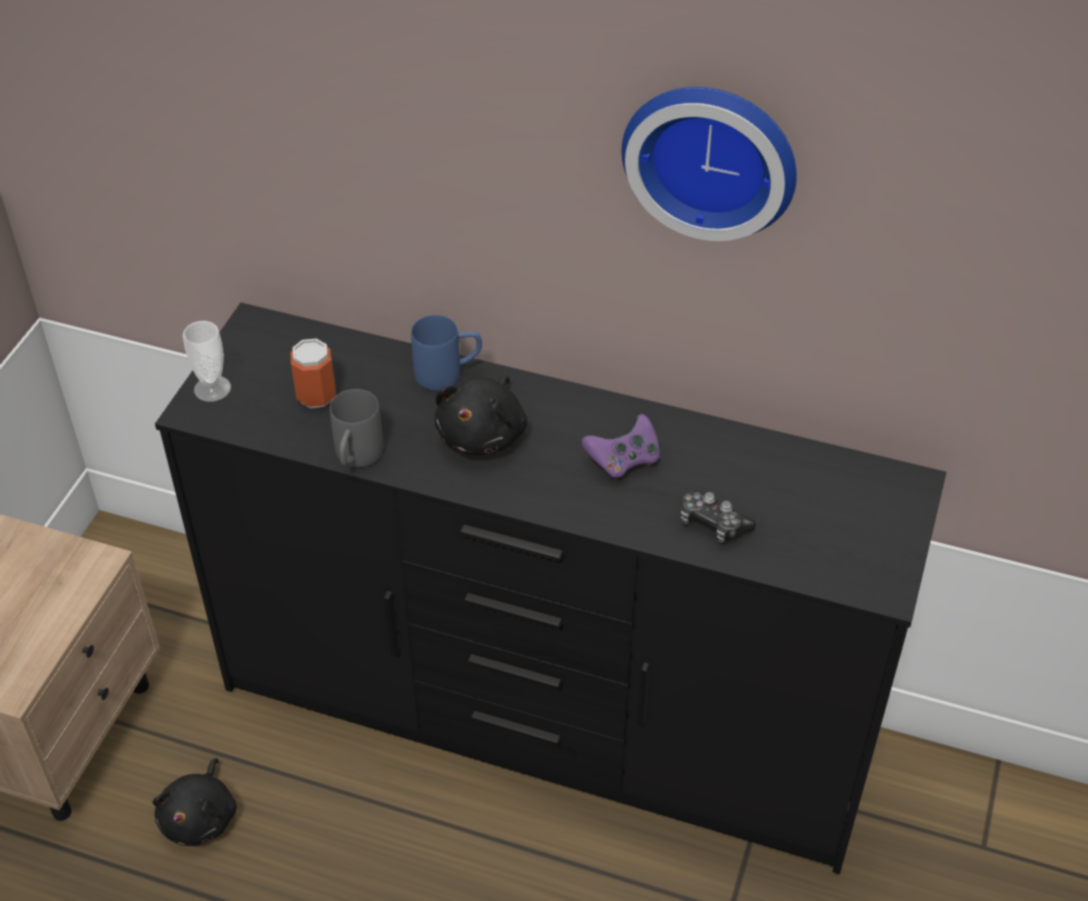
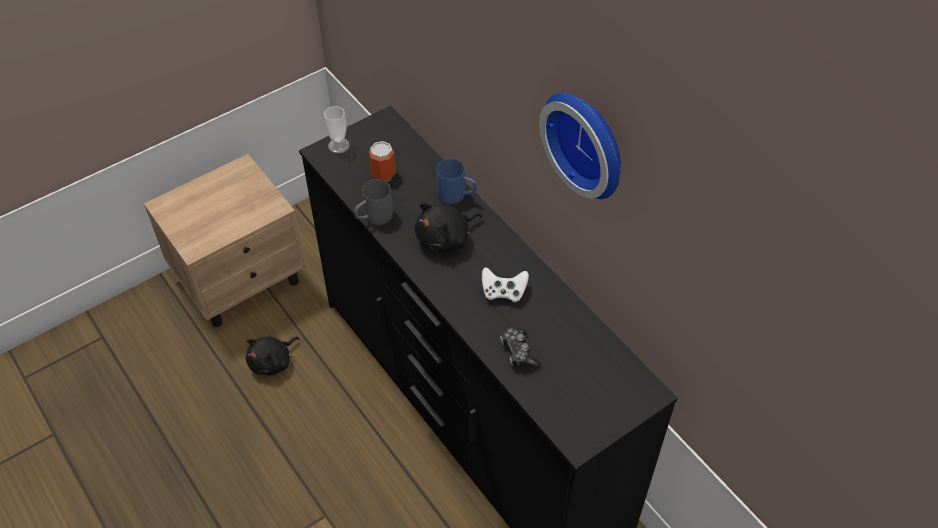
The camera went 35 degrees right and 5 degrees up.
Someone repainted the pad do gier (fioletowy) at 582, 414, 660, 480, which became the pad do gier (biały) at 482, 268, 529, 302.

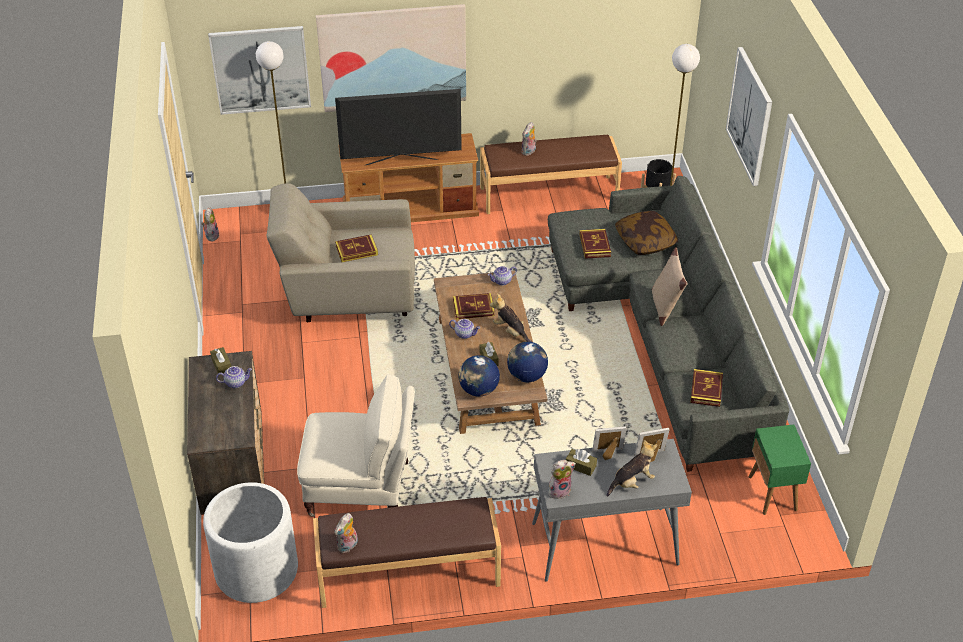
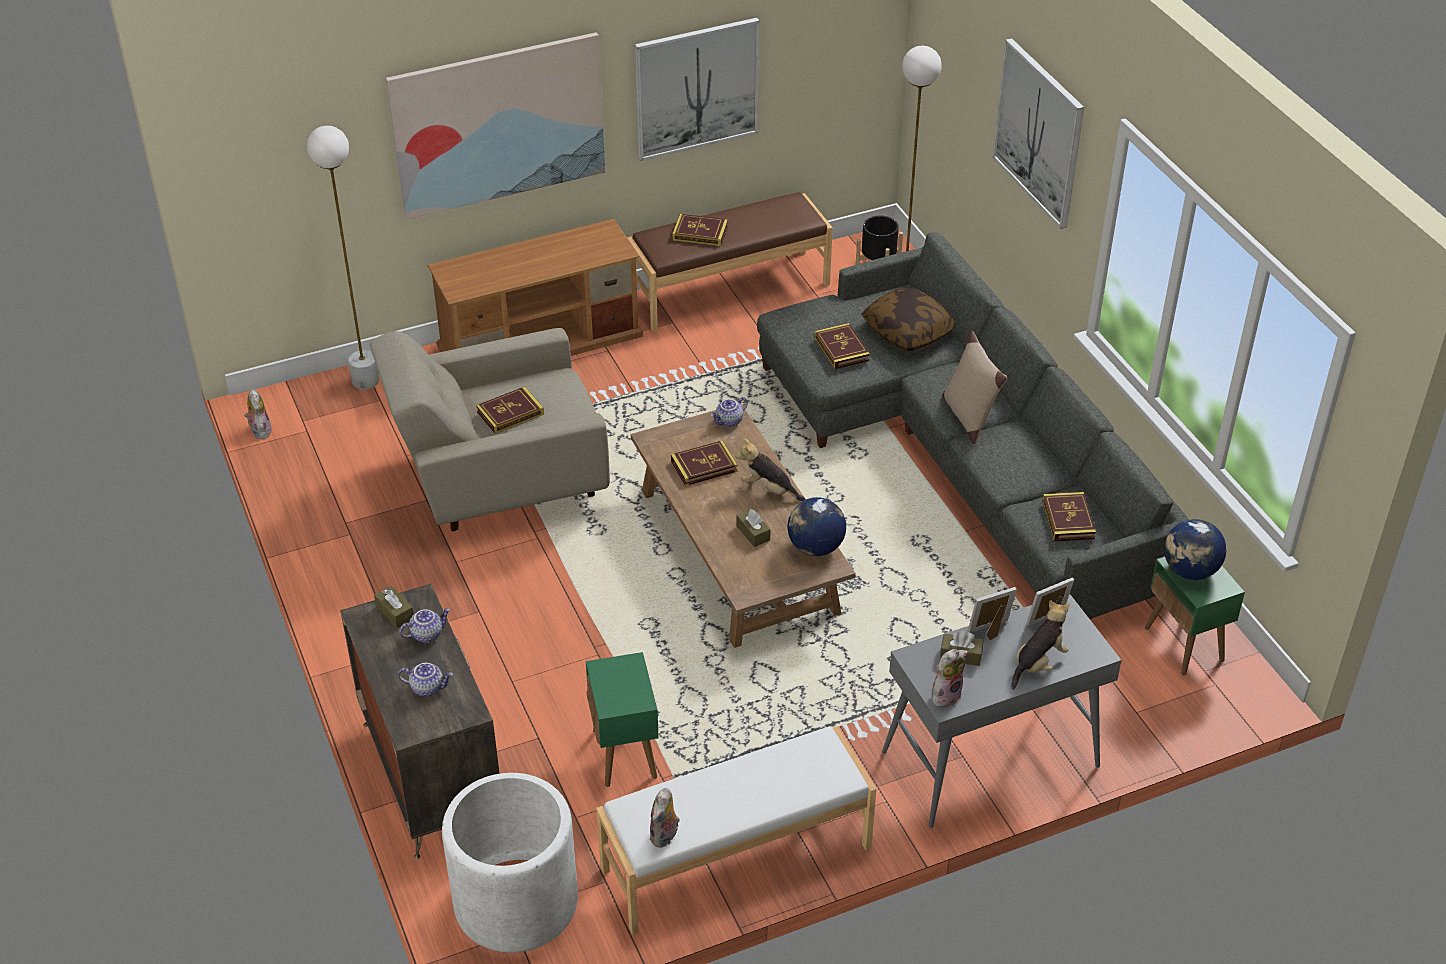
The camera went 15 degrees left and 0 degrees up.
Someone carried the obraz from 208, 26, 311, 115 to 635, 18, 760, 161.
Someone took away the telewizor at 335, 89, 462, 166.
Someone swapped the pluszak at 522, 122, 537, 156 for the książka at 672, 214, 728, 246.
Someone carried the imbryk from 449, 319, 480, 339 to 398, 663, 453, 697.
Someone carried the globus from 458, 355, 500, 397 to 1164, 519, 1226, 580.
Someone swapped the fotel (beżowy) at 297, 374, 415, 517 for the stolik (zielony) at 586, 652, 658, 787.
Someone repainted the ławka (brązowy) at 313, 497, 501, 608, which became the ławka (biały) at 596, 726, 876, 935.

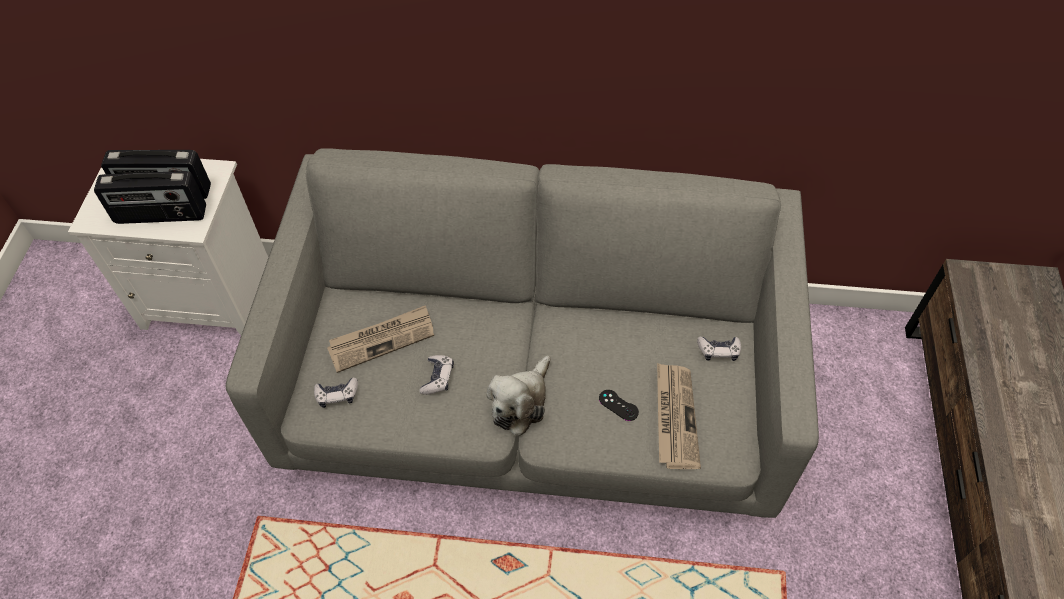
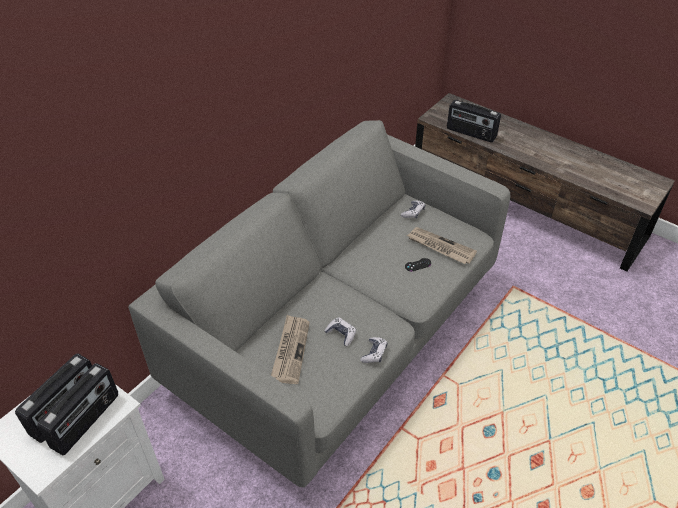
The camera went 60 degrees left and 10 degrees down.
Someone took away the pluszak at 487, 356, 551, 436.
Someone carried the pad do gier from 314, 377, 358, 408 to 360, 337, 387, 363.
Someone put down the radio at 447, 100, 501, 142.

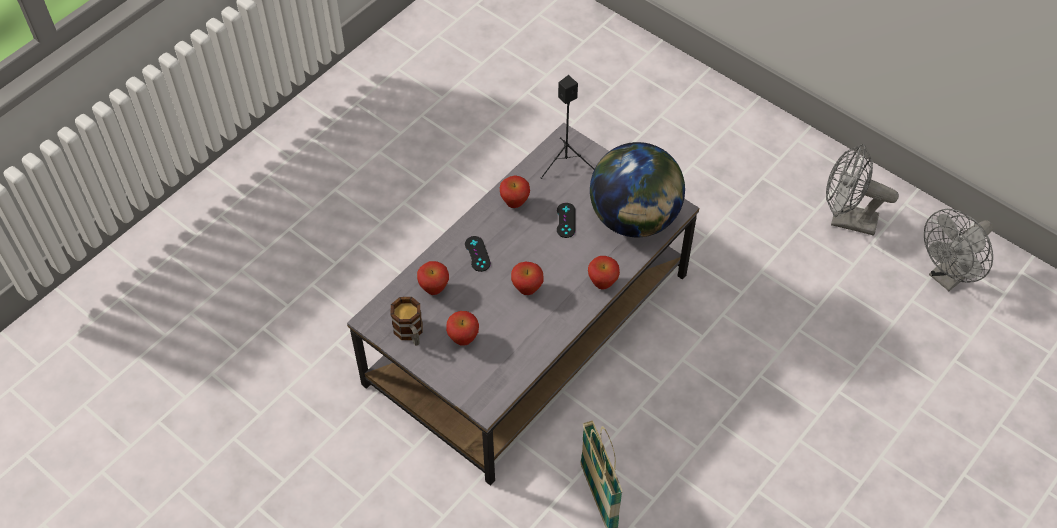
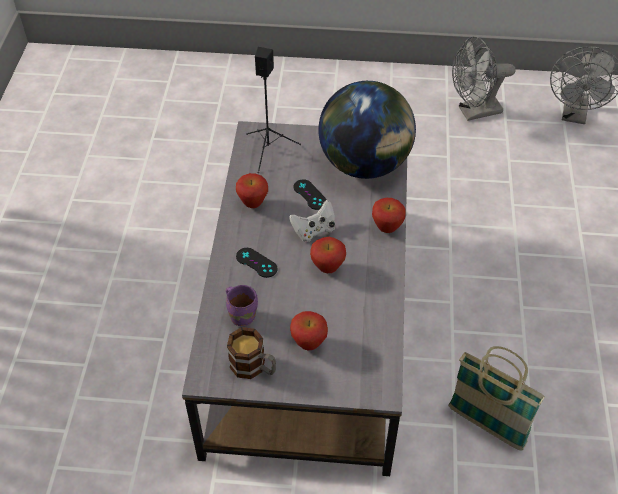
The camera went 35 degrees left and 5 degrees down.
Someone swapped the jabłko at 417, 261, 449, 295 for the kubek (fioletowy) at 226, 285, 258, 326.
Someone put down the pad do gier (biały) at 289, 200, 335, 242.

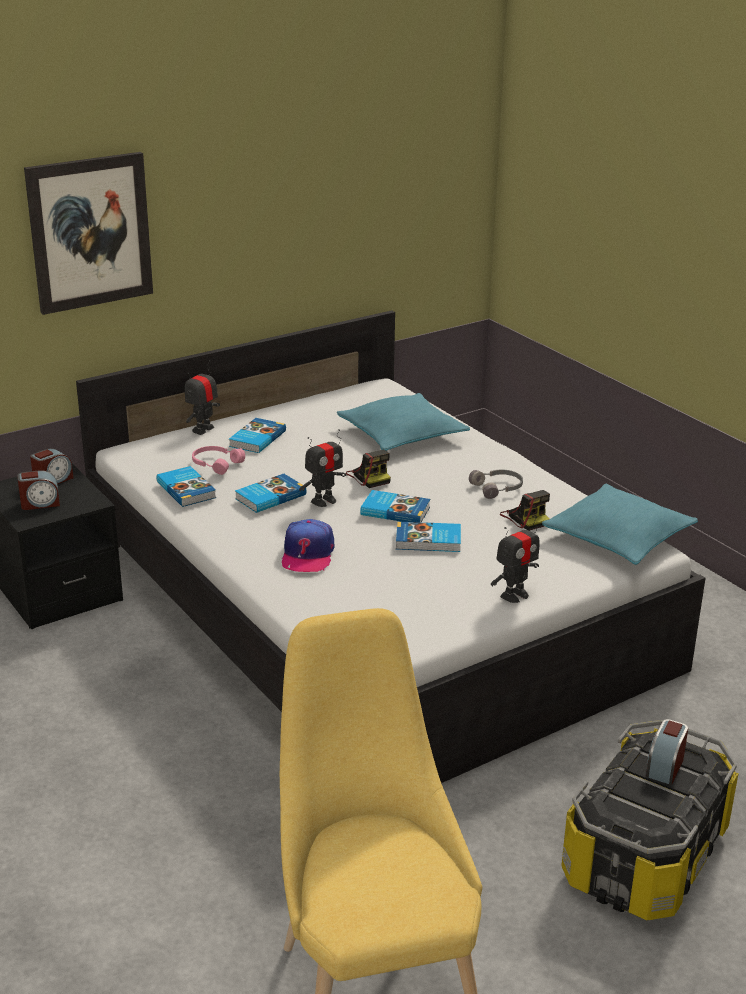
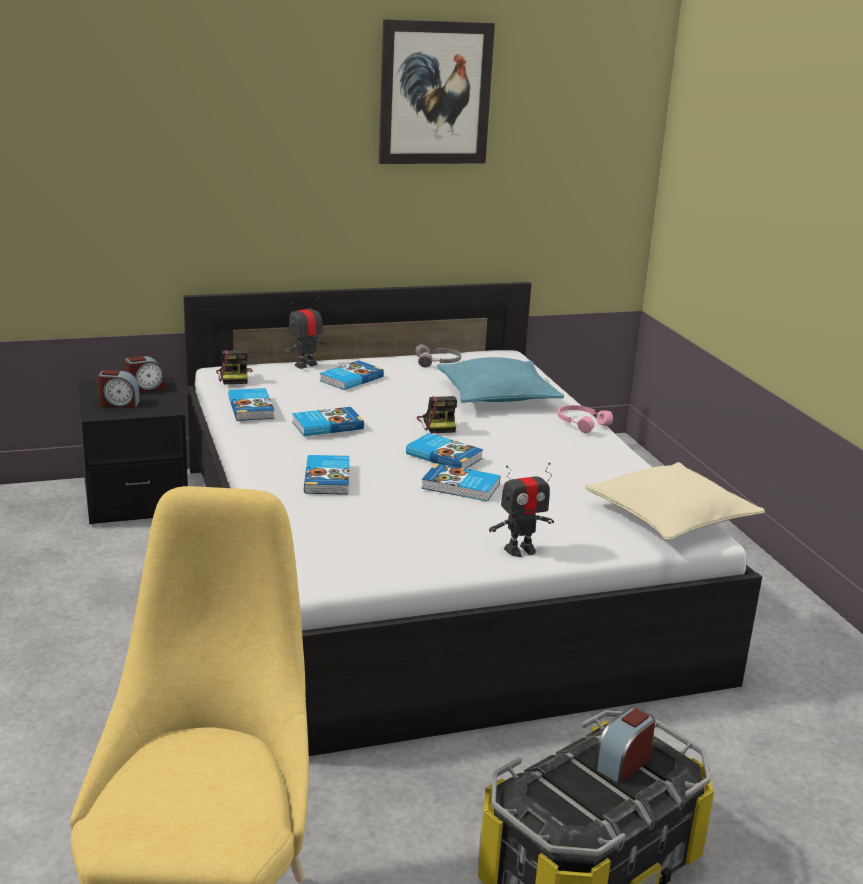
The camera went 15 degrees right and 5 degrees down.
Someone carried the obraz from 24, 152, 153, 315 to 379, 19, 495, 164.
Someone took away the robot zabawkowy at 299, 429, 346, 507.
Someone carried the słuchawki (różowy) from 192, 446, 245, 475 to 558, 405, 613, 433.
Someone carried the słuchawki (szary) from 469, 470, 523, 499 to 415, 344, 461, 368.
Someone repainted the poduszka (turkusowy) at 542, 484, 698, 565, which became the poduszka (beżowy) at 585, 462, 765, 541.
Someone carried the aparat fotograficzny from 500, 490, 550, 531 to 216, 350, 253, 384.
Someone swapped the czapka z daszkiem at 282, 519, 334, 572 for the książka at 304, 455, 350, 495.

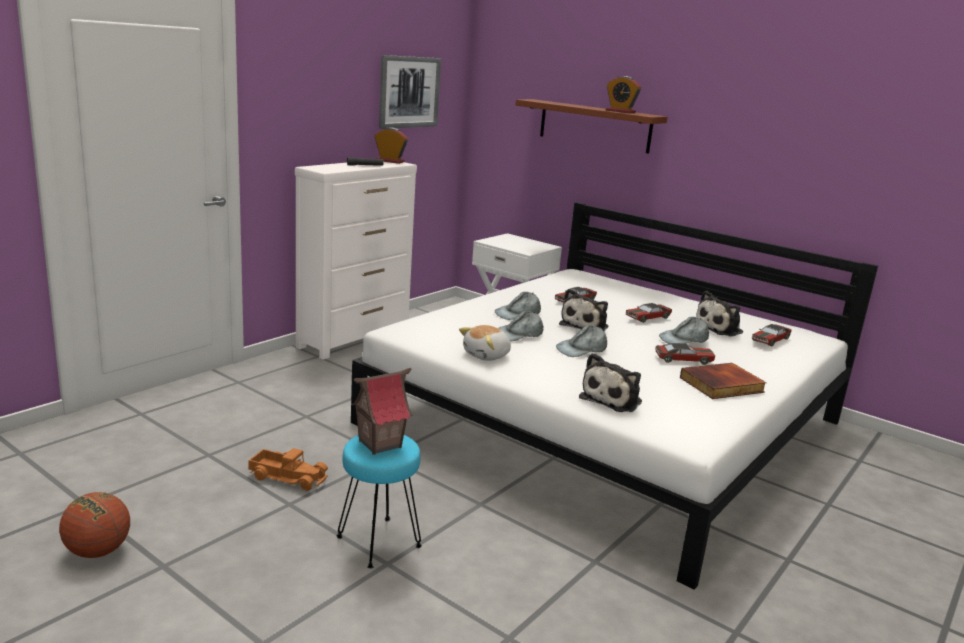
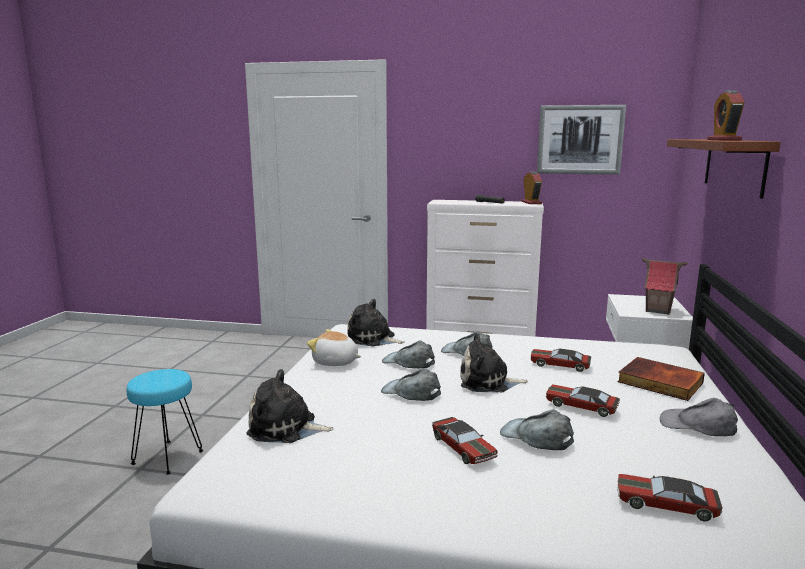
The camera went 65 degrees right and 5 degrees down.
Someone carried the pluszak from 696, 291, 743, 337 to 347, 299, 405, 347.
Someone carried the książka from 680, 363, 767, 399 to 618, 357, 705, 401.
Someone carried the domek from 351, 368, 412, 455 to 641, 258, 688, 315.
Someone took away the ciężarówka zabawkowa at 248, 448, 328, 491.
Someone took away the piłka do koszykówki at 59, 492, 130, 558.
Someone put down the czapka z daszkiem (szary) at 660, 398, 738, 436.

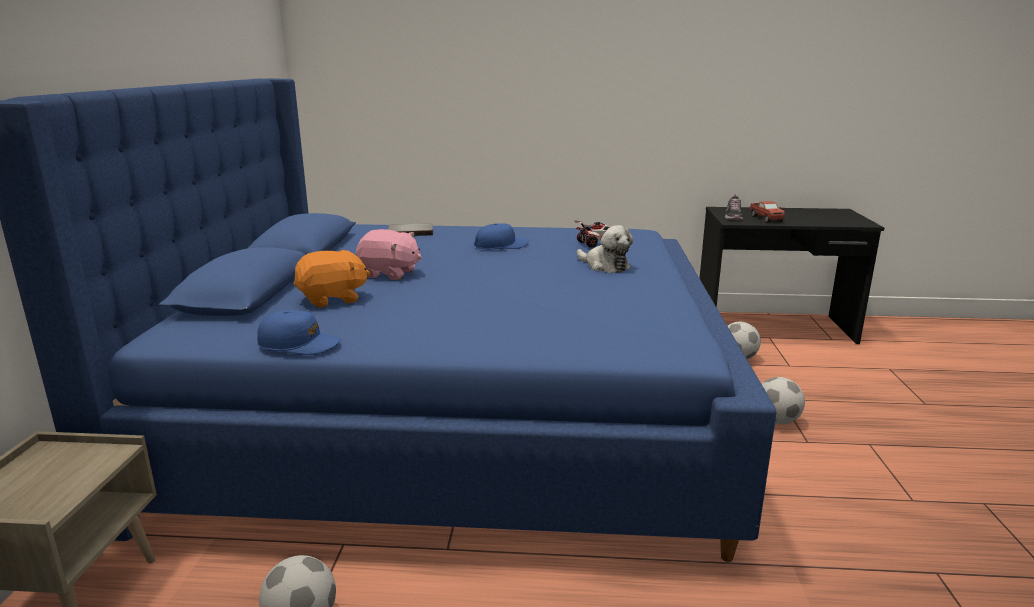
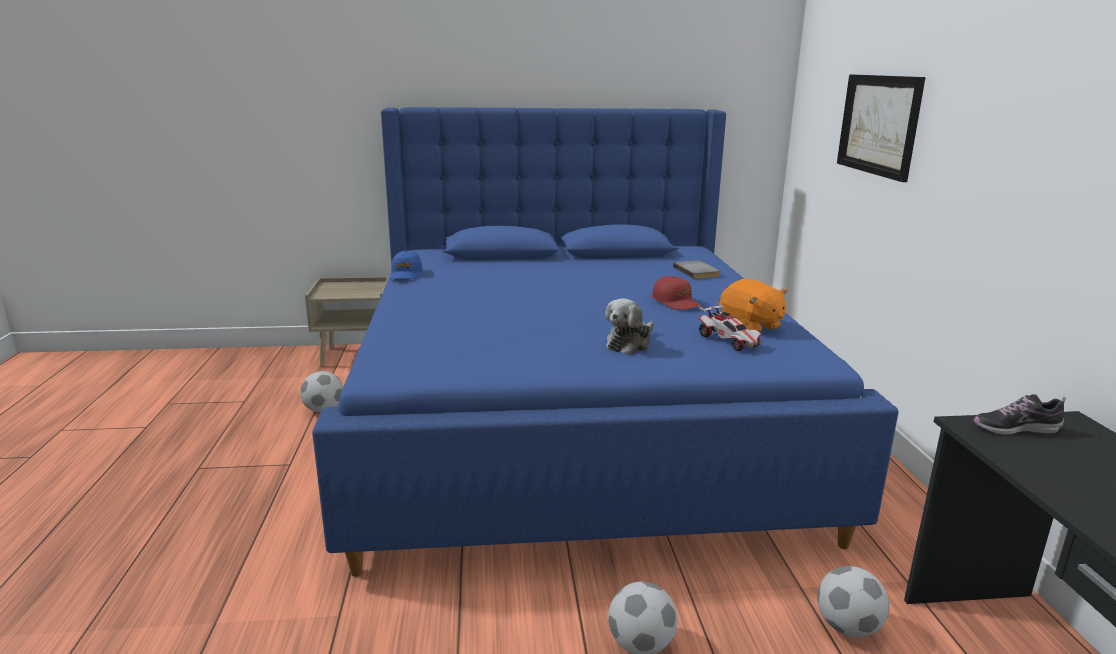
The camera went 80 degrees right and 0 degrees up.
Someone took away the ciężarówka zabawkowa at 750, 201, 785, 223.
Someone repainted the czapka z daszkiem (niebieski) at 474, 223, 529, 249, which became the czapka z daszkiem (czerwony) at 652, 276, 701, 310.
Someone took away the pluszak (różowy) at 356, 229, 422, 280.
Someone carried the pluszak (pomarańczowy) from 294, 250, 370, 308 to 720, 279, 787, 332.
Someone put up the obraz at 837, 75, 926, 182.

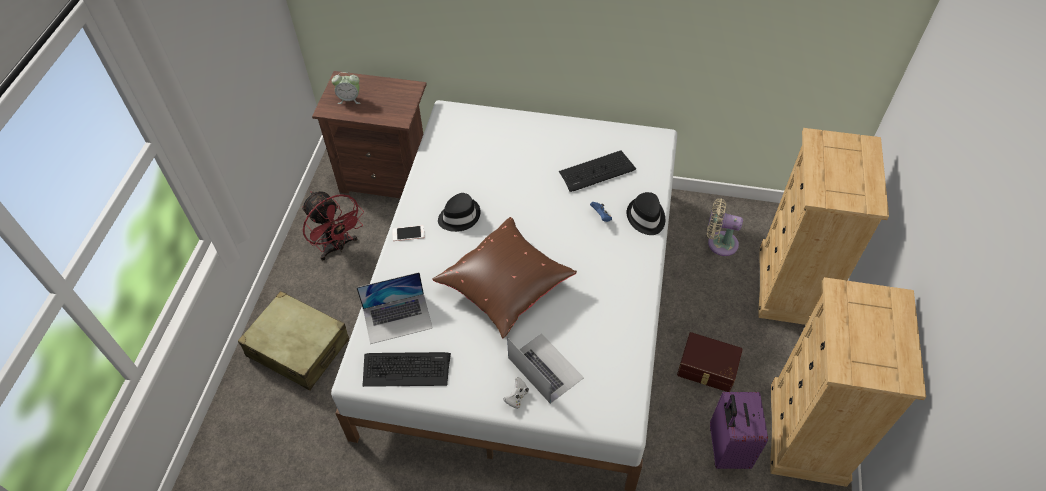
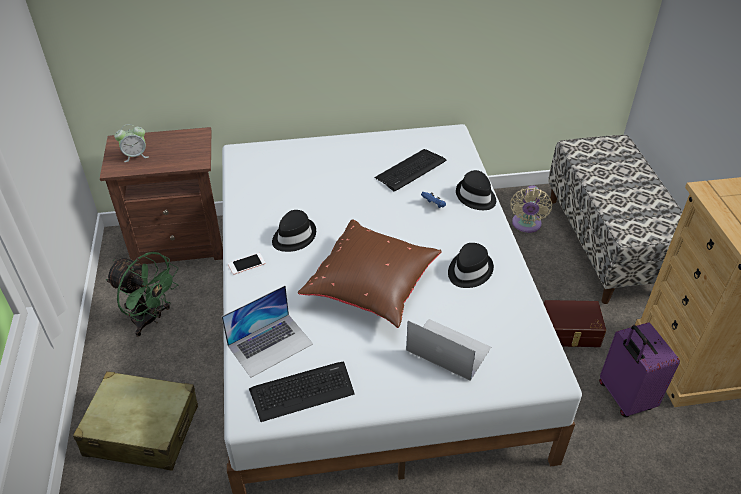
The camera went 20 degrees left and 10 degrees down.
Someone swapped the komoda (beżowy) at 758, 128, 889, 325 for the ławka at 548, 135, 683, 304.
Someone repainted the wentylator (czerwony) at 302, 191, 364, 260, which became the wentylator (zielony) at 106, 252, 179, 337.
Someone rotated the wentylator (beżowy) at 707, 199, 743, 256 by 75 degrees counterclockwise.
Someone took away the pad do gier (biały) at 503, 377, 529, 409.
Someone put down the kapelusz (czarny) at 448, 243, 494, 288.

